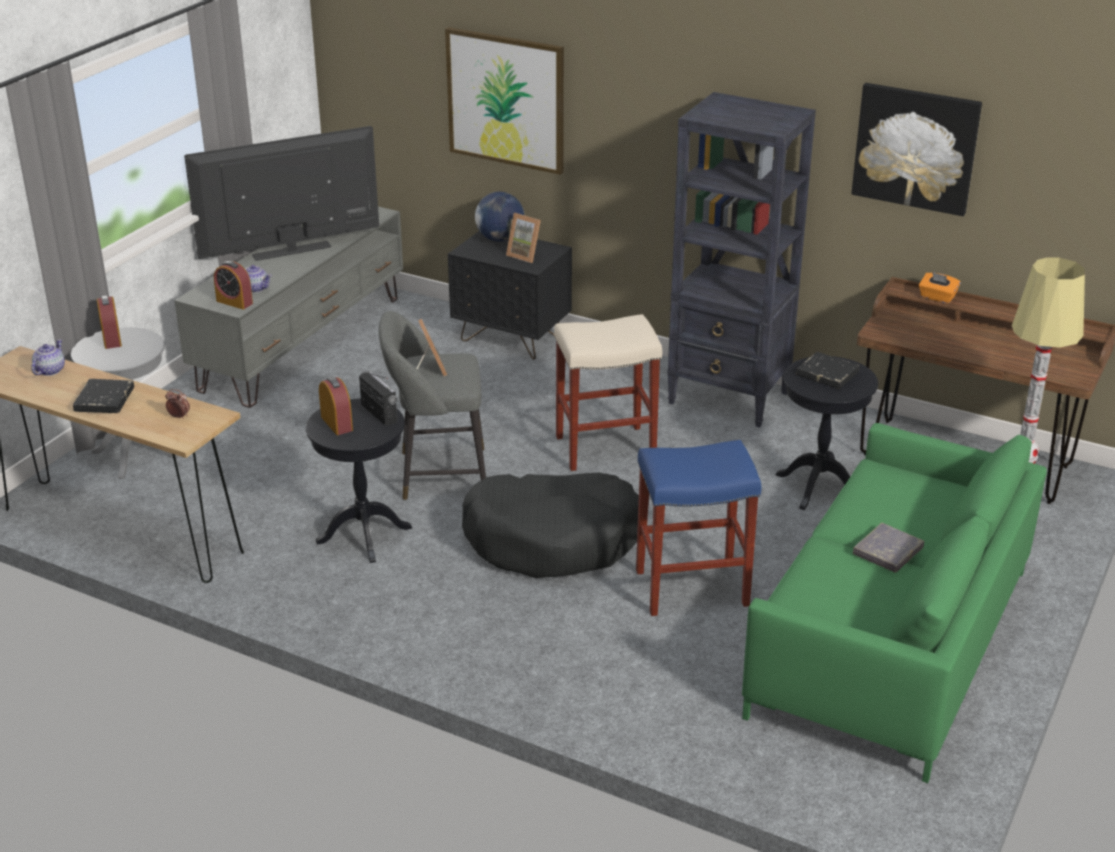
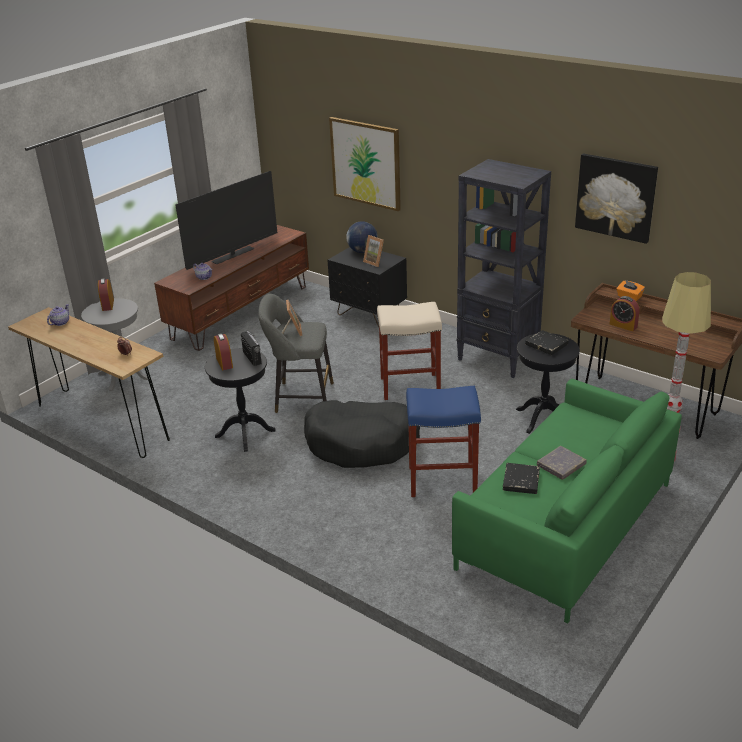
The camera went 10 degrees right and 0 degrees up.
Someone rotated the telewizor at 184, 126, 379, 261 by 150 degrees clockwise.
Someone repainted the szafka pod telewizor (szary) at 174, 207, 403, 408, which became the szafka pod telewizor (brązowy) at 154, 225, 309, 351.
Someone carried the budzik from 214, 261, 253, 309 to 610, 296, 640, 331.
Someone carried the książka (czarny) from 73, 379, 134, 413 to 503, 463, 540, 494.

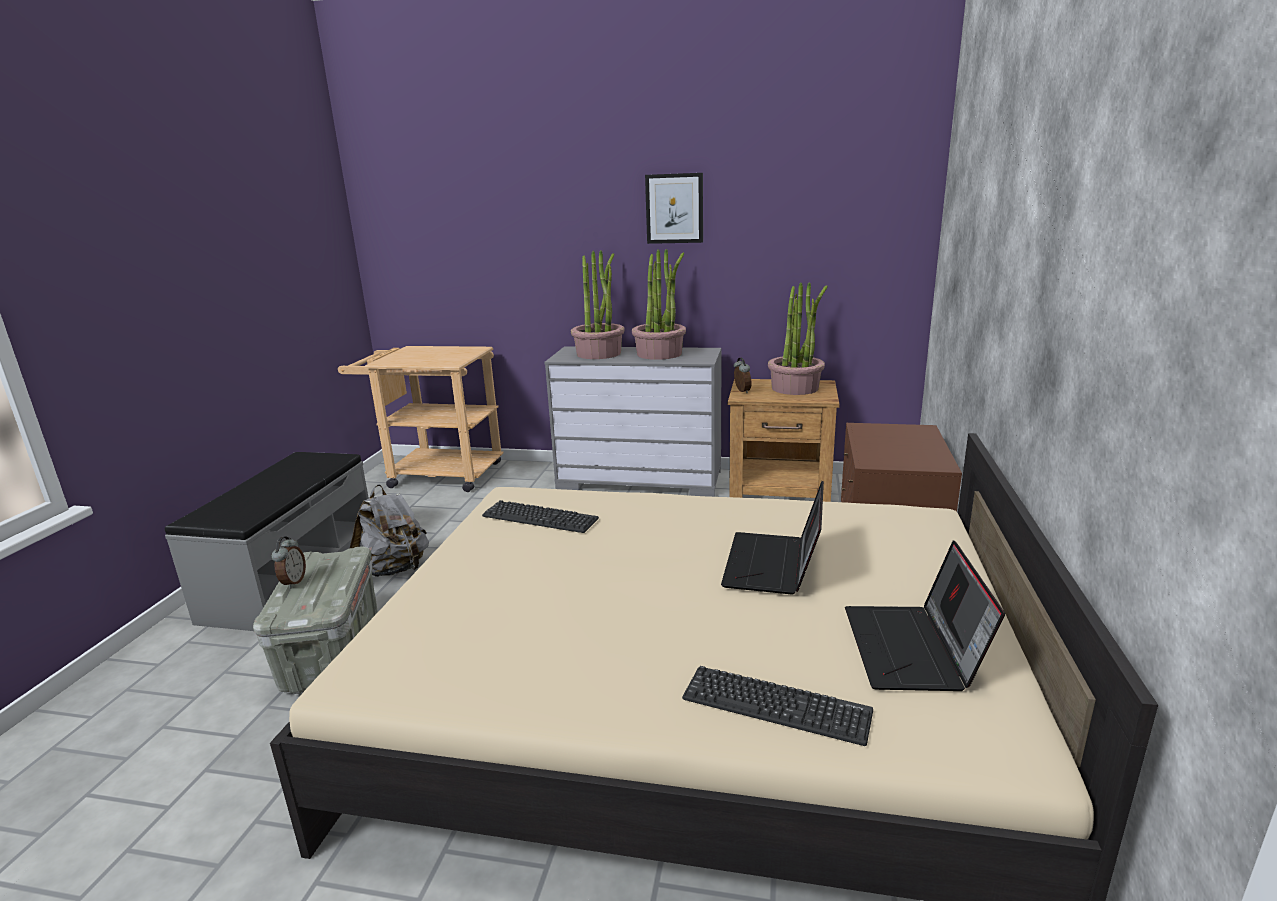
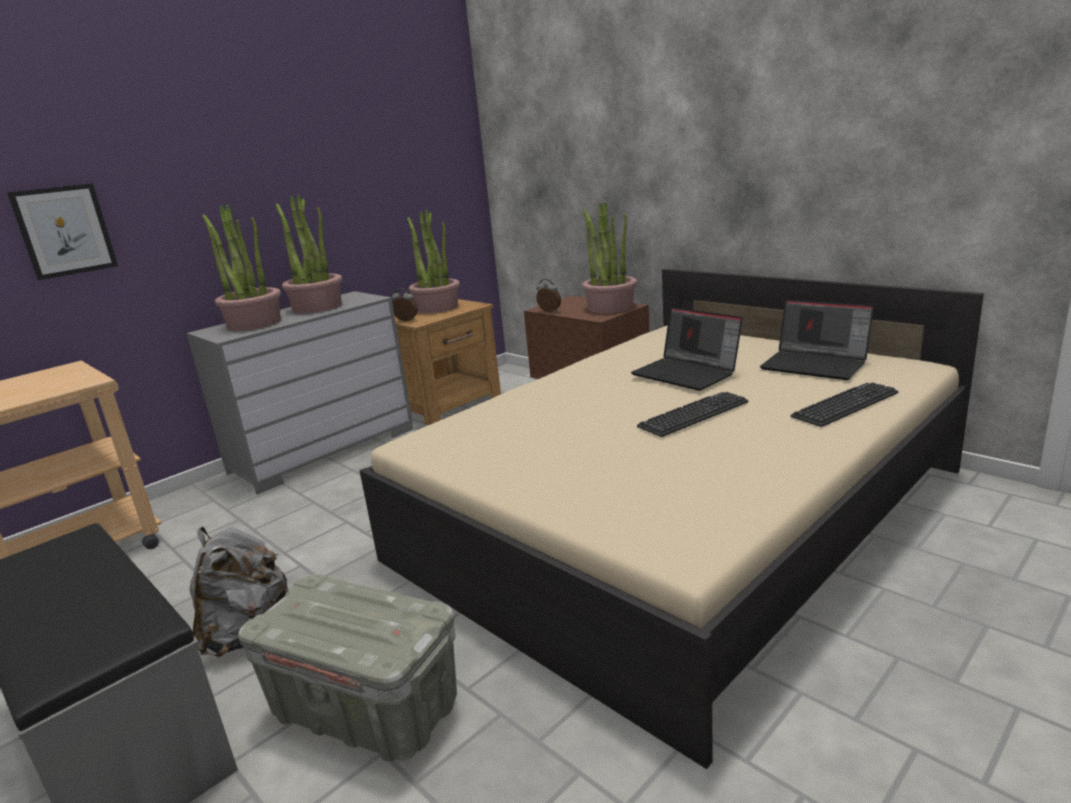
The camera went 55 degrees left and 0 degrees up.
Someone carried the obraz from 645, 173, 703, 244 to 7, 183, 118, 280.
Someone carried the klawiatura from 482, 500, 599, 533 to 637, 392, 748, 437.
Someone carried the budzik from 272, 536, 306, 588 to 536, 279, 561, 312.
Someone put down the roślina doniczkowa at 582, 202, 637, 313.

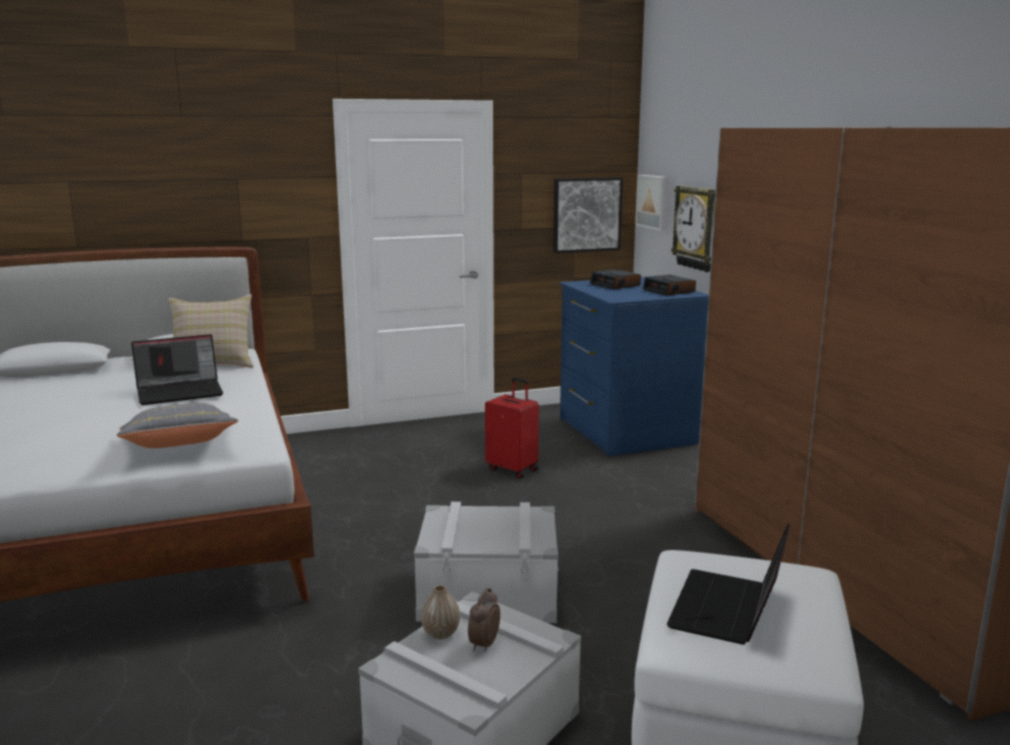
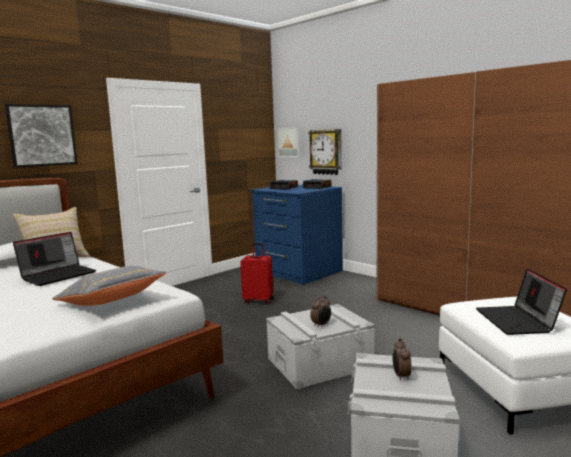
The camera went 25 degrees left and 5 degrees down.
Someone carried the obraz from 553, 177, 623, 253 to 5, 104, 78, 168.
Someone took away the wazon at 421, 585, 460, 640.
Someone put down the budzik at 310, 296, 331, 328.

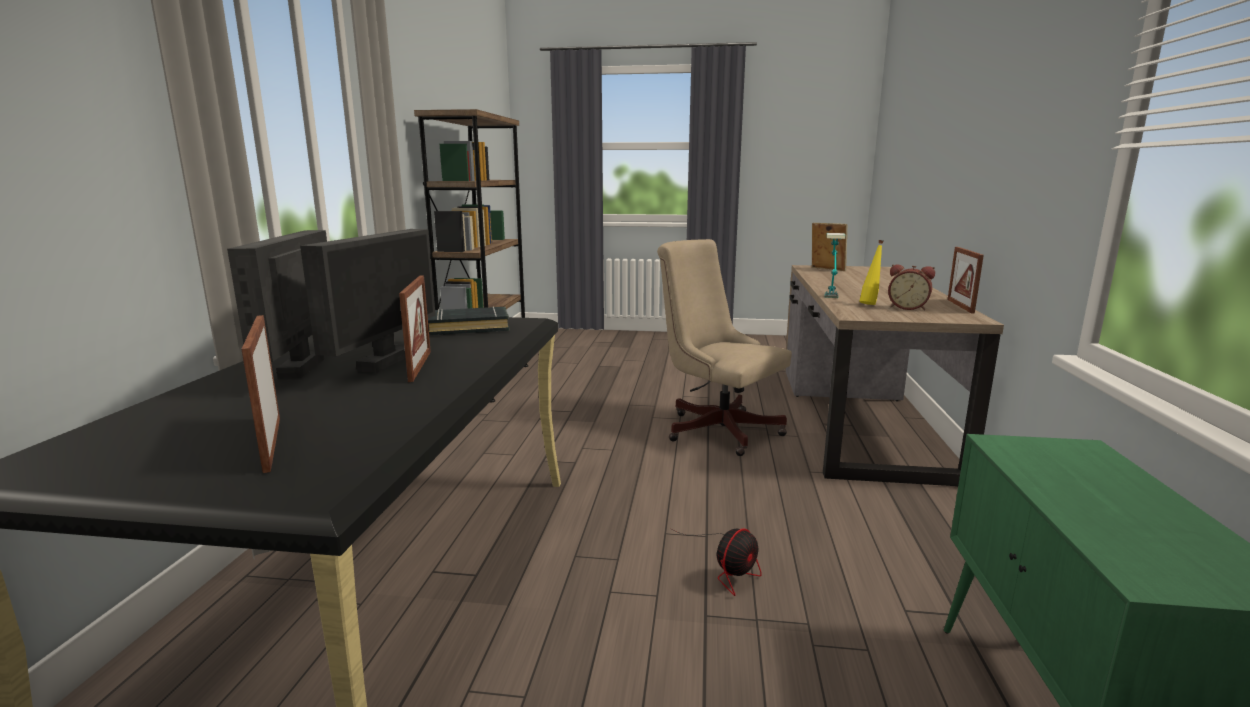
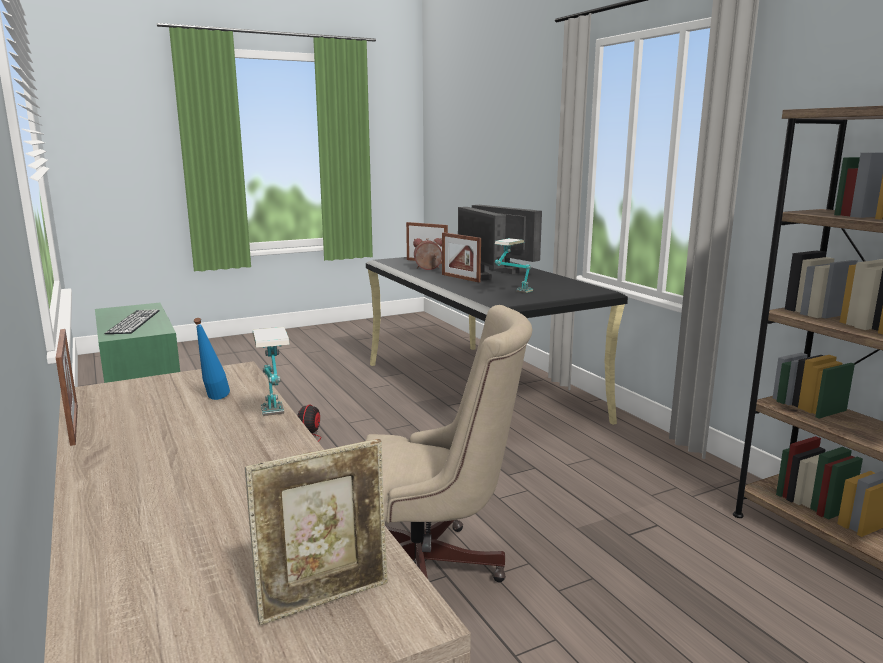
The camera went 145 degrees right and 0 degrees up.
Someone rotated the ramka na zdjęcie at 812, 223, 847, 271 by 45 degrees counterclockwise.
Someone repainted the butelka (żółty) at 859, 240, 884, 305, which became the butelka (niebieski) at 194, 318, 230, 400.
Someone carried the budzik from 888, 264, 935, 310 to 413, 238, 442, 270.
Someone swapped the książka (czarny) at 428, 306, 510, 335 for the lampa stołowa at 495, 238, 533, 293.
Someone put down the klawiatura at 104, 309, 160, 334.

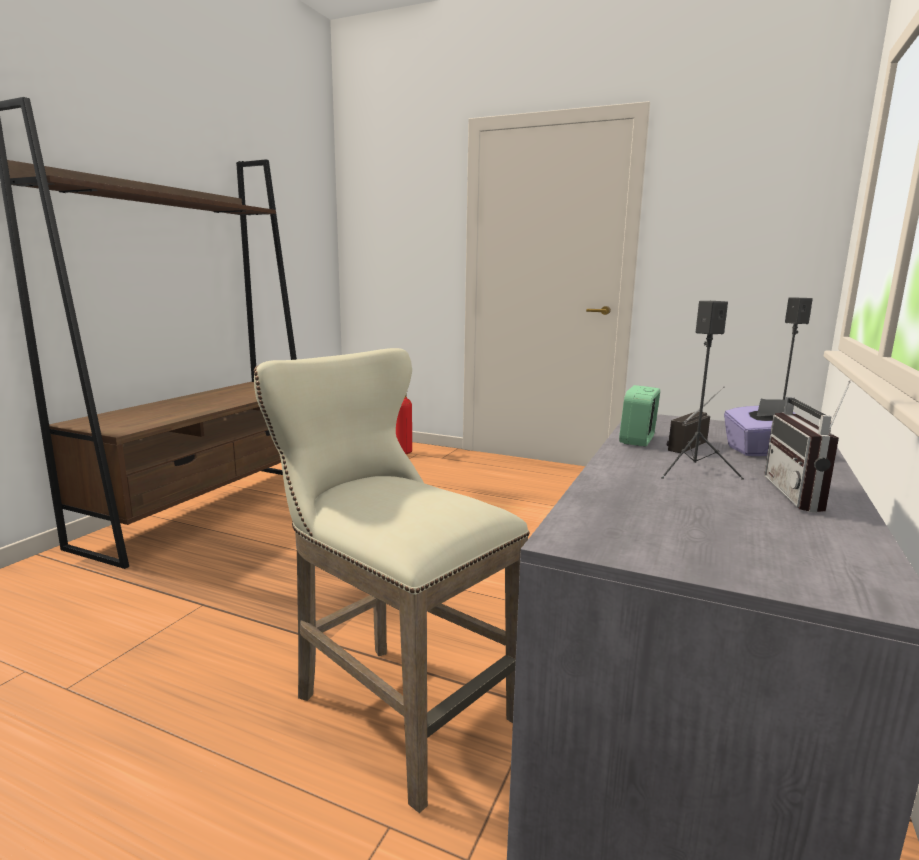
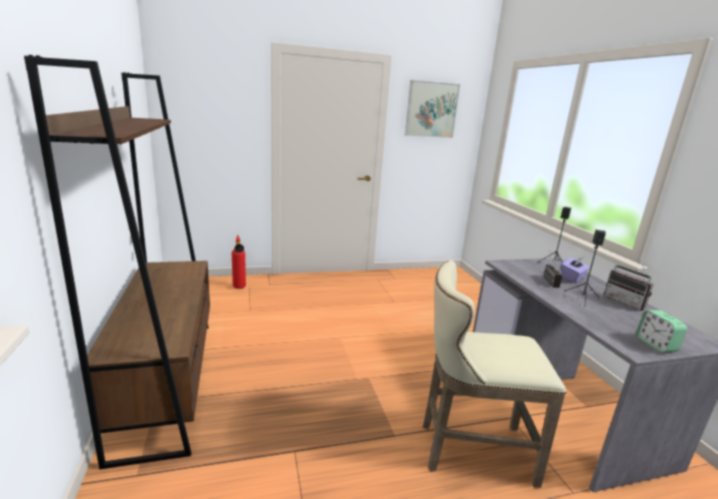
The camera went 40 degrees left and 5 degrees up.
Someone carried the budzik from 619, 385, 660, 447 to 636, 310, 687, 352.
Someone put up the obraz at 405, 80, 460, 138.

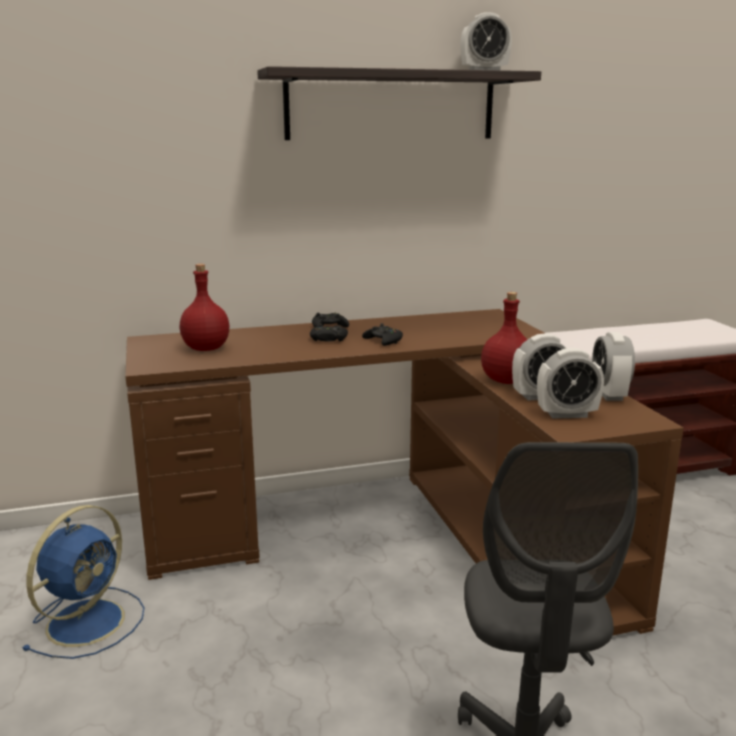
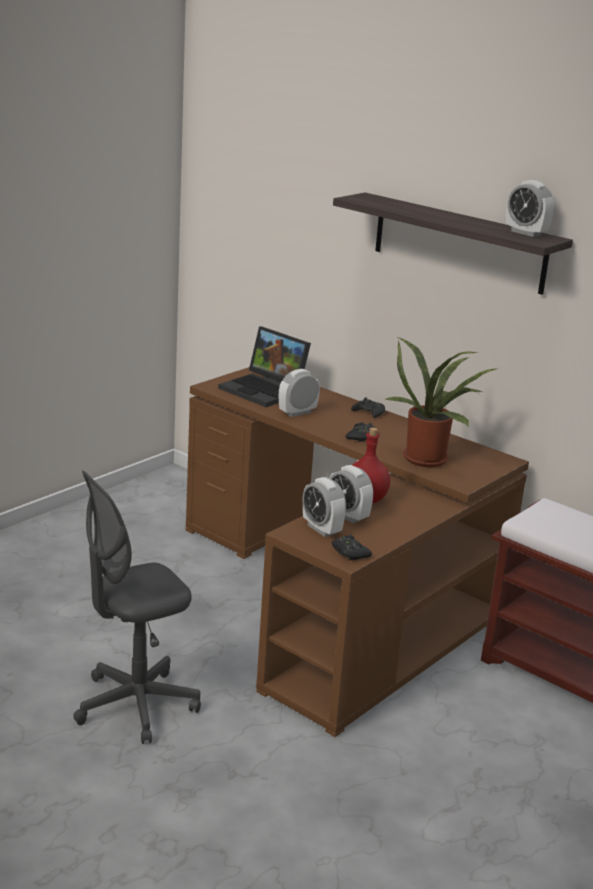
The camera went 55 degrees right and 5 degrees up.
Someone swapped the butelka (czerwony) at 180, 264, 229, 351 for the laptop at 218, 326, 311, 407.
Someone carried the pad do gier (czarny) from 310, 324, 348, 342 to 332, 534, 372, 560.
Someone carried the budzik from 592, 332, 635, 401 to 279, 369, 320, 417.
Someone took away the wentylator (niebieski) at 22, 505, 144, 659.
Someone put down the roślina doniczkowa at 386, 337, 496, 467.

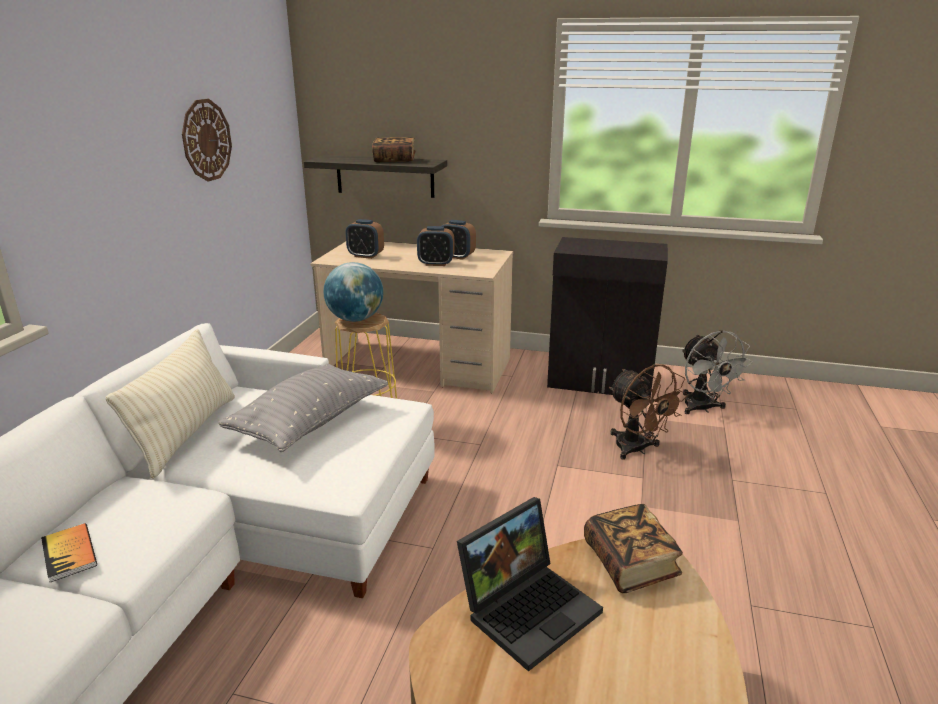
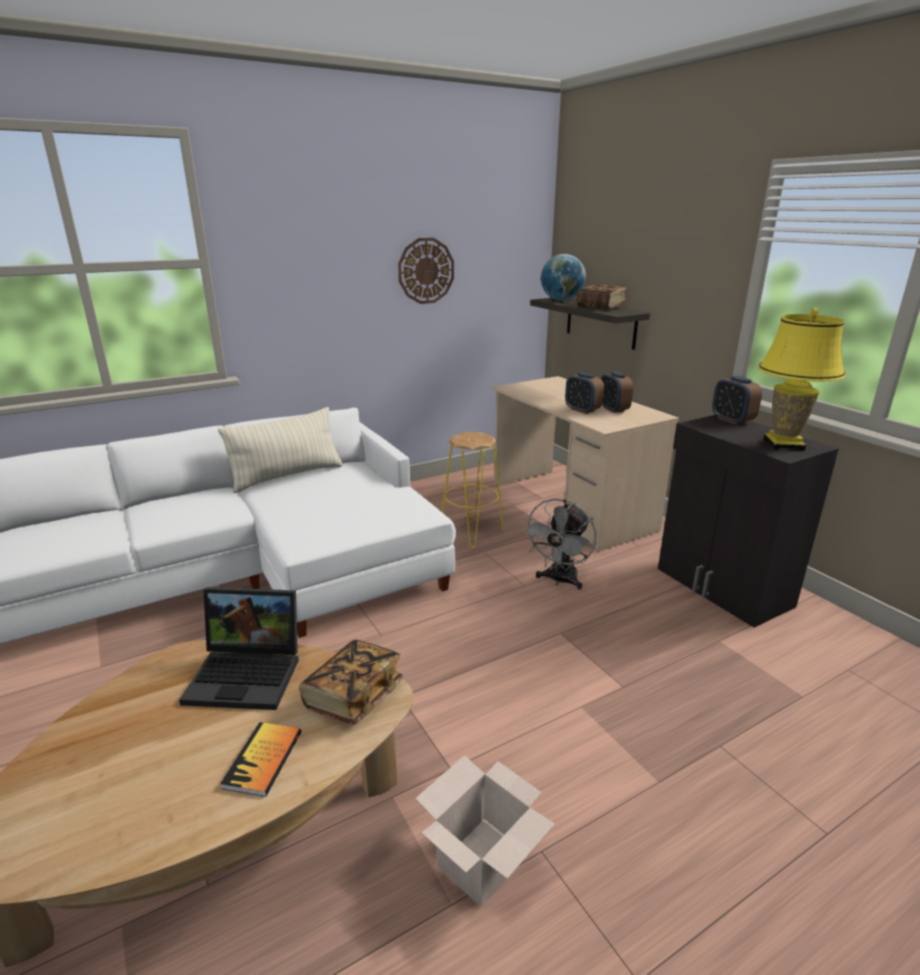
The camera went 45 degrees right and 0 degrees up.
Someone carried the budzik from 346, 219, 384, 259 to 712, 376, 762, 425.
Someone carried the globus from 323, 262, 383, 322 to 541, 254, 586, 301.
Someone carried the wentylator (szary) from 682, 330, 753, 414 to 522, 498, 596, 590.
Someone took away the poduszka (szary) at 218, 364, 388, 452.
Someone took away the wentylator (brązowy) at 609, 364, 688, 460.
Someone carried the książka from 41, 523, 97, 582 to 220, 722, 301, 797.
Someone put down the lampa stołowa (żółty) at 758, 308, 845, 451.
Someone put down the karton at 415, 755, 555, 907.

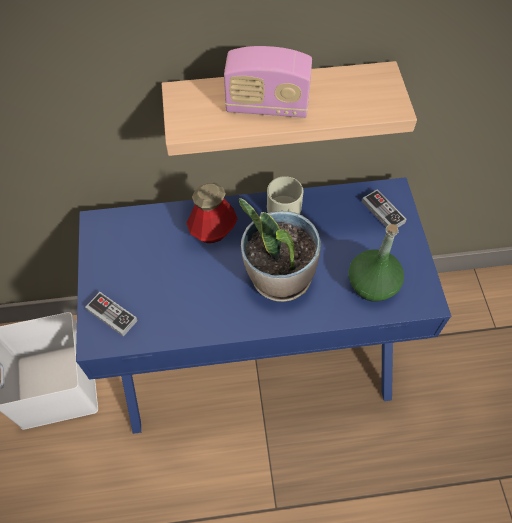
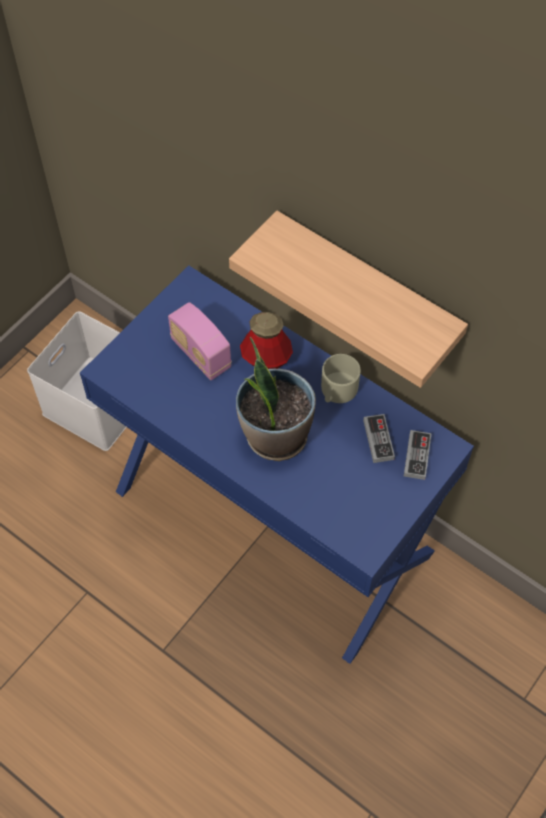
The camera went 45 degrees right and 0 degrees up.
Someone carried the radio from 224, 46, 312, 118 to 168, 302, 232, 380.
Someone took away the butelka (zielony) at 349, 224, 404, 302.
Someone carried the pad do gier from 85, 292, 138, 337 to 363, 414, 395, 463.

